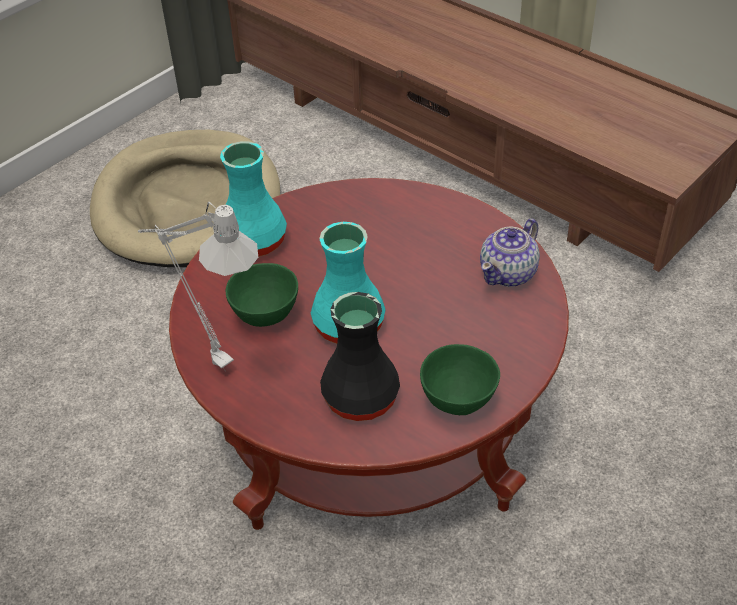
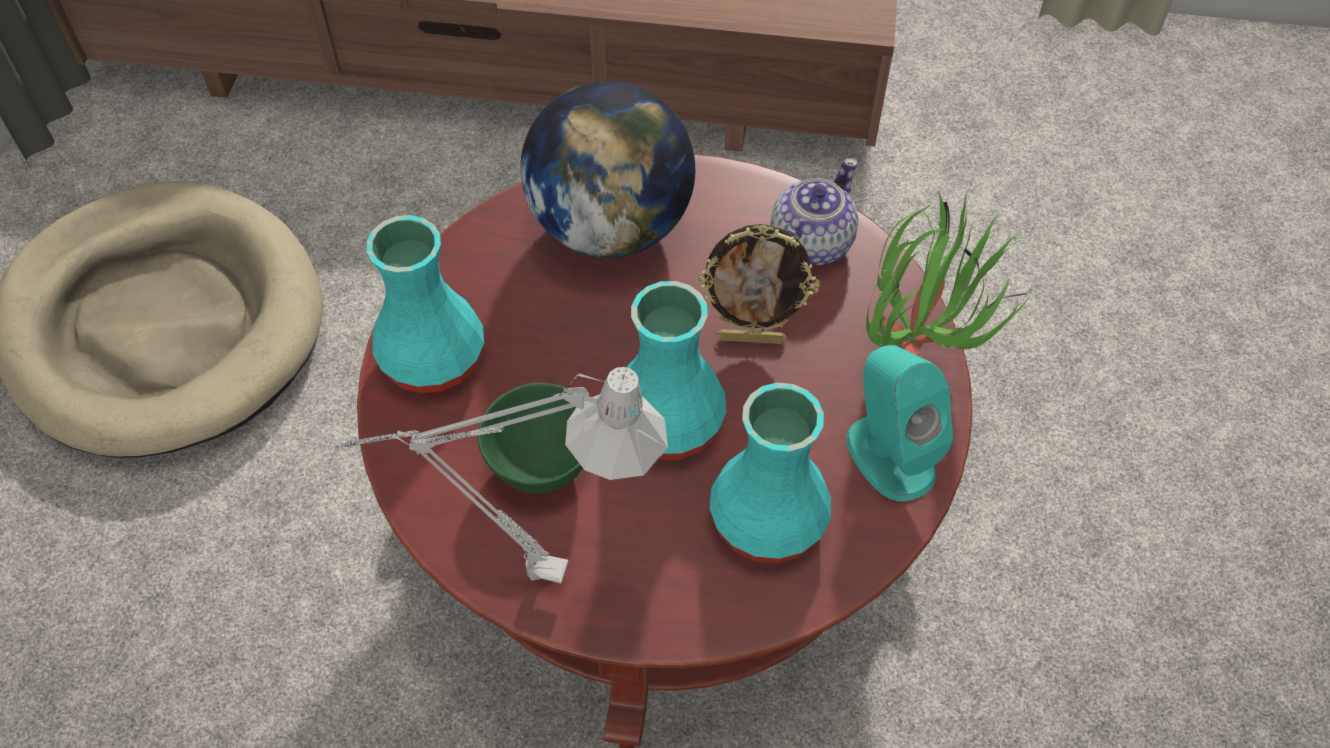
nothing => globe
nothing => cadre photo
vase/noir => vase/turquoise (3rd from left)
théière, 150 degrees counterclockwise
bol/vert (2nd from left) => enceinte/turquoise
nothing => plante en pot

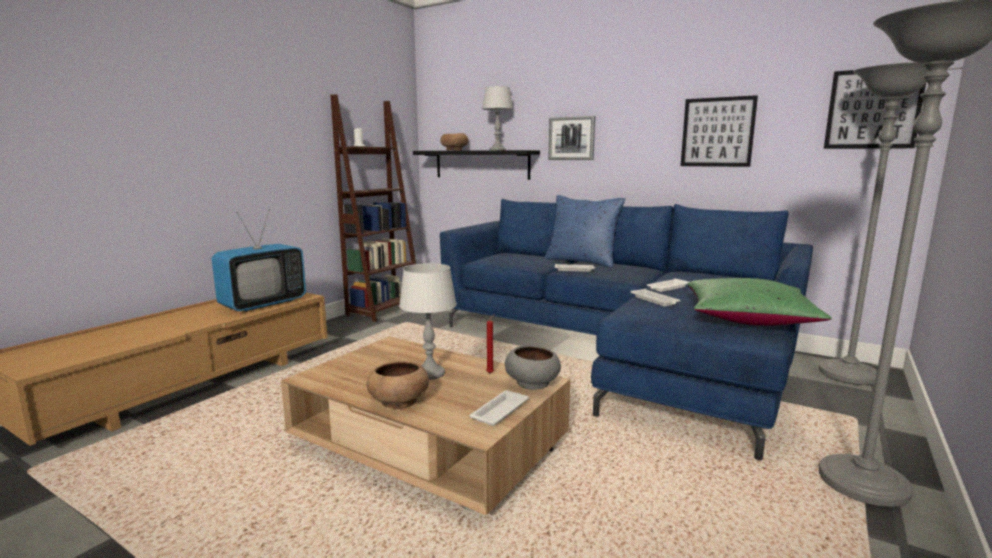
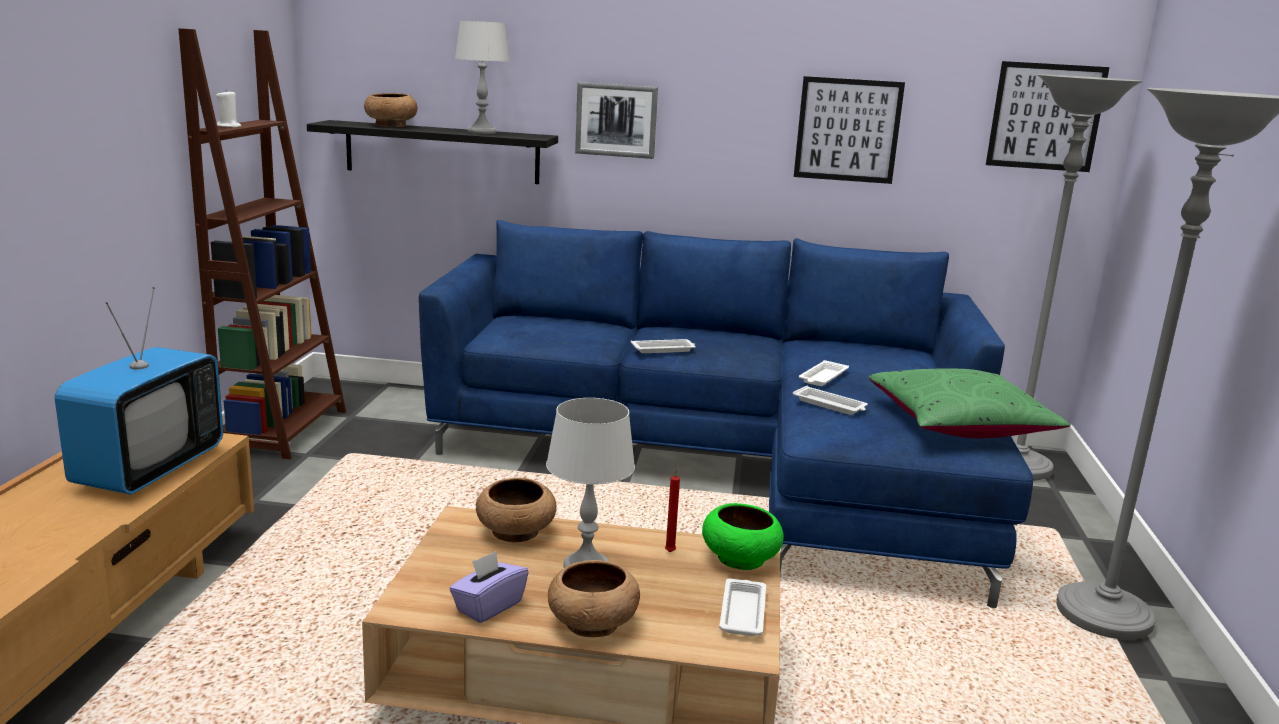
nothing => boîte à mouchoirs/violet
nothing => bol/marron (2nd from left)
bol/gris => bol/vert
coussin/bleu => nothing

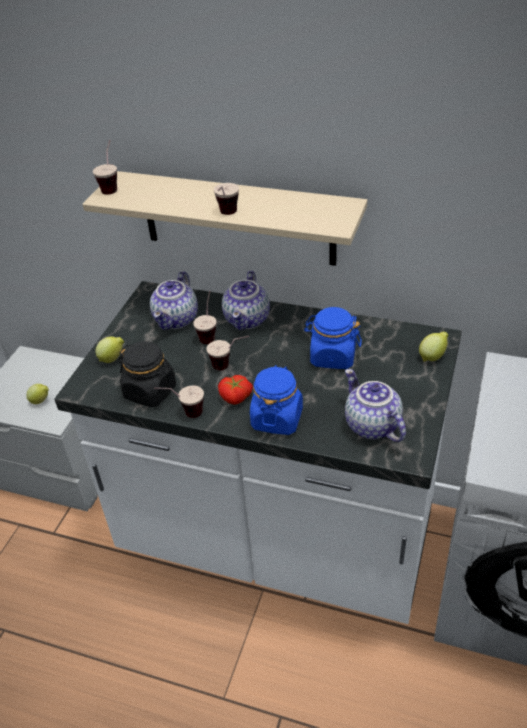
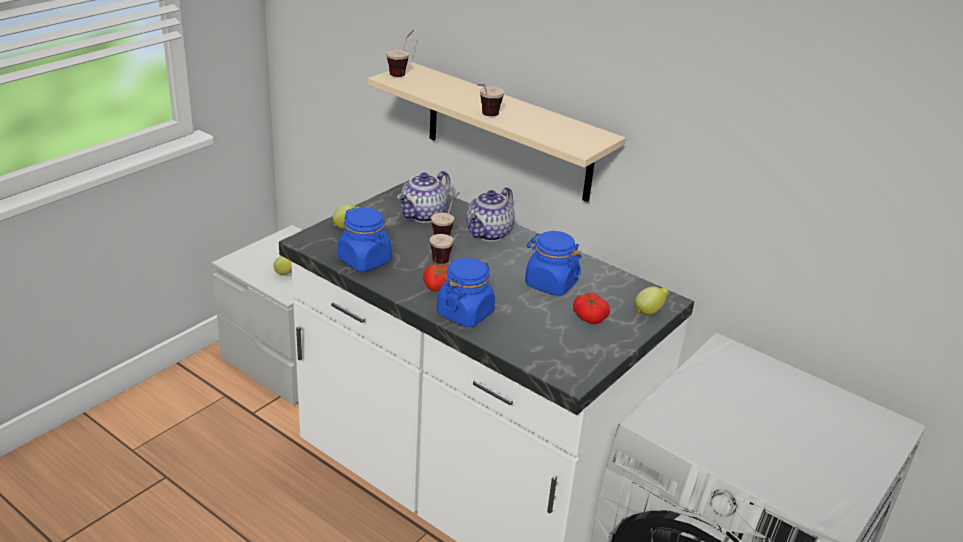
bocal/noir => bocal/bleu (1st from left)
nothing => tomate (2nd from left)
tasse (2nd from left) => nothing
théière (3rd from left) => nothing

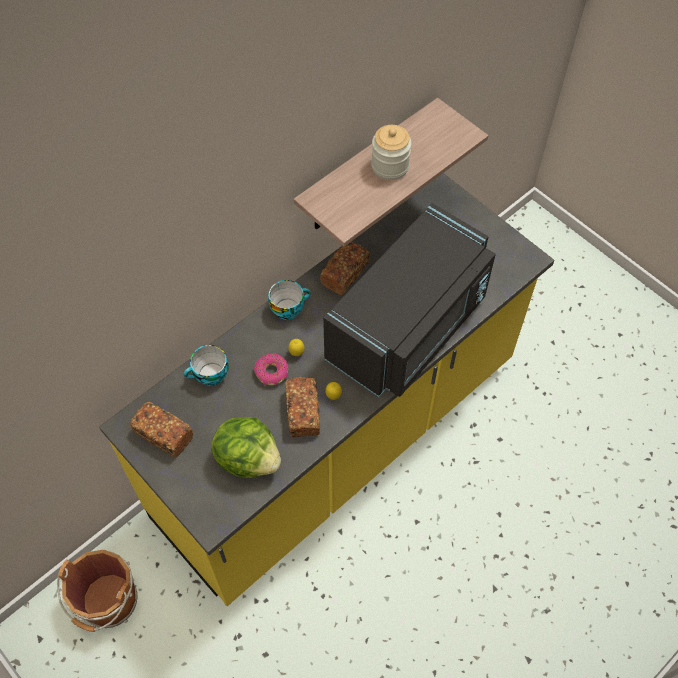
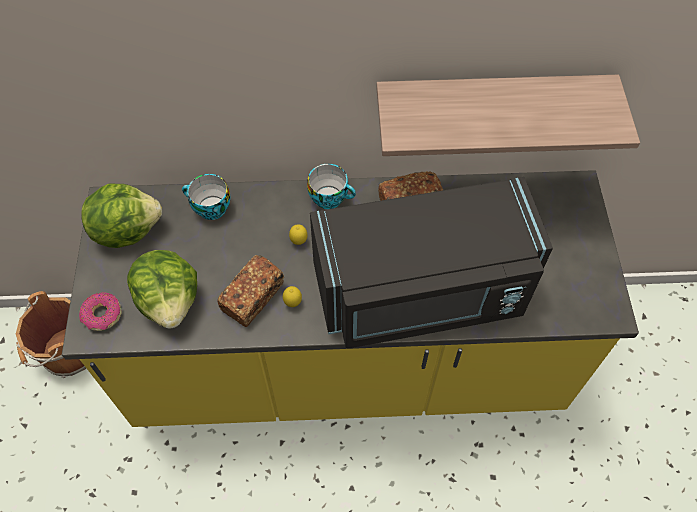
beignet, move
pain (1st from left) => laitue (1st from left)
bocal => nothing

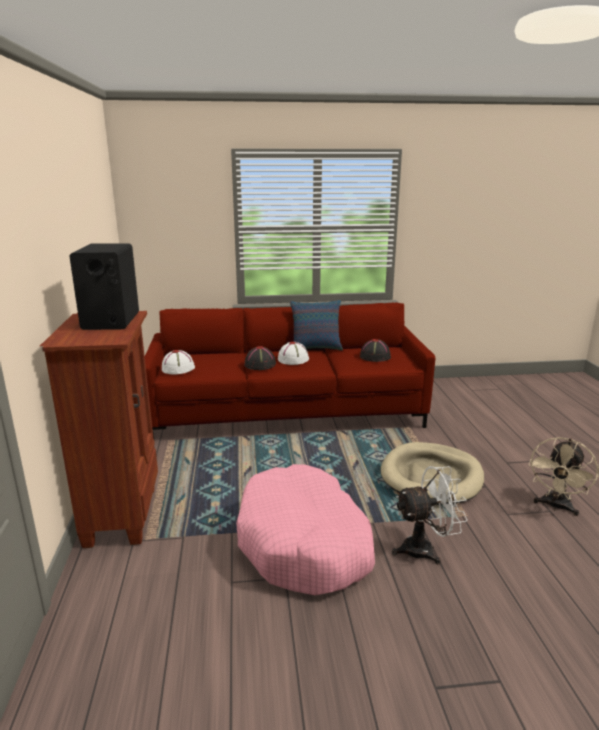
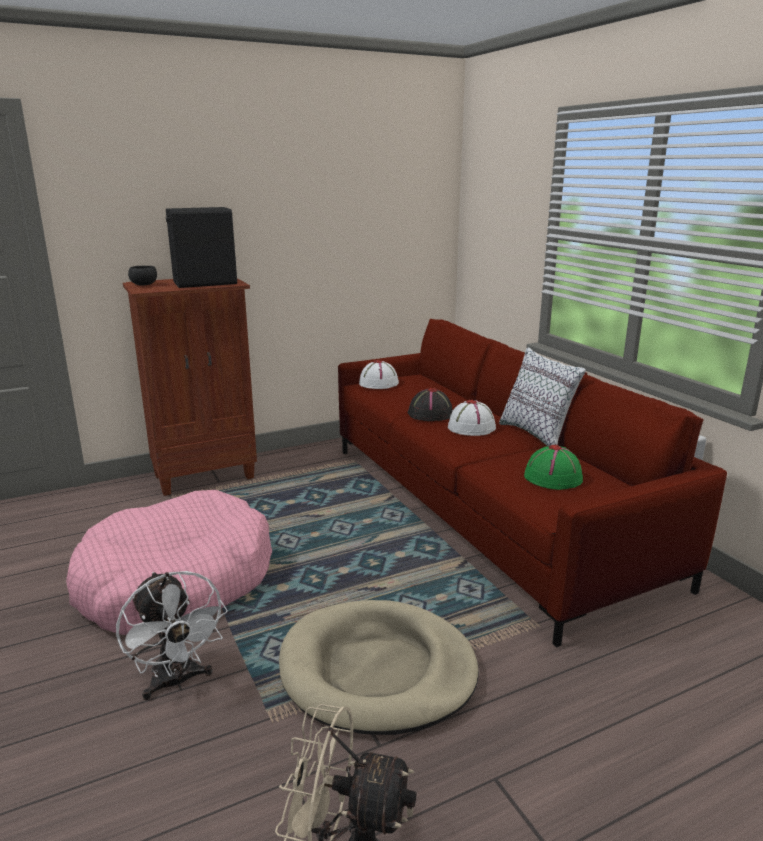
nothing => bol/noir
coussin/bleu => coussin/blanc
chapeau/noir (2nd from left) => chapeau/vert

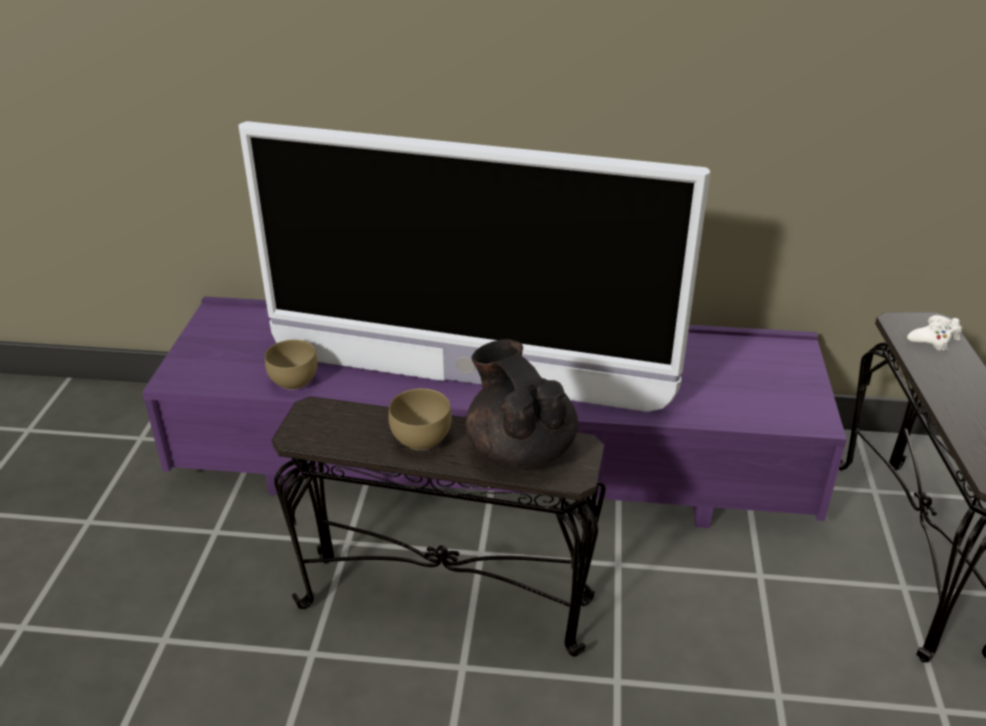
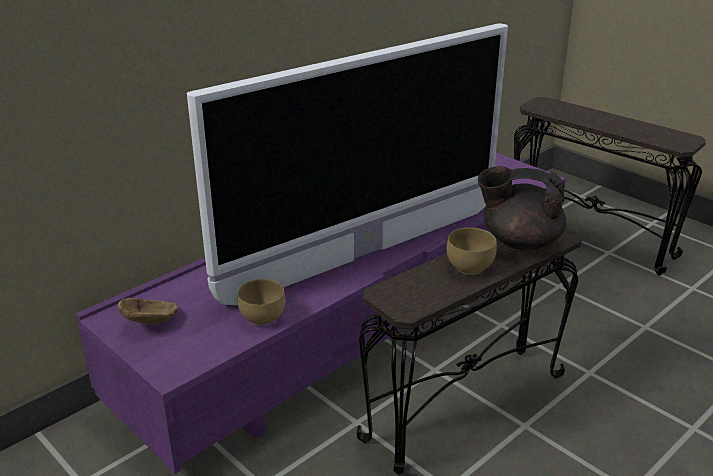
nothing => bol/marron (1st from left)
manette/blanc => nothing

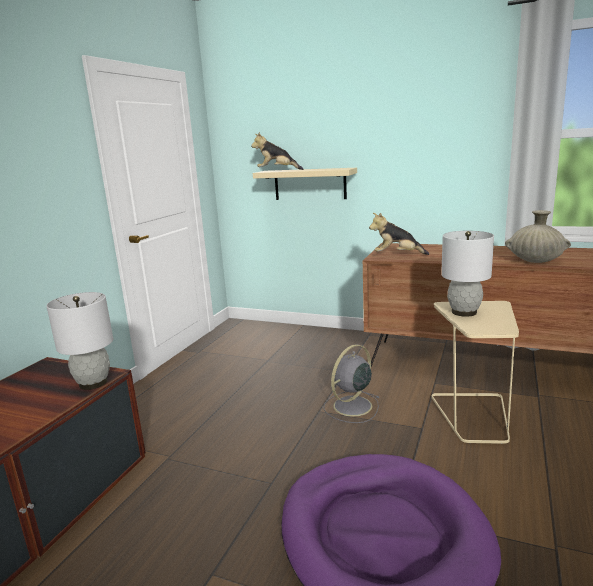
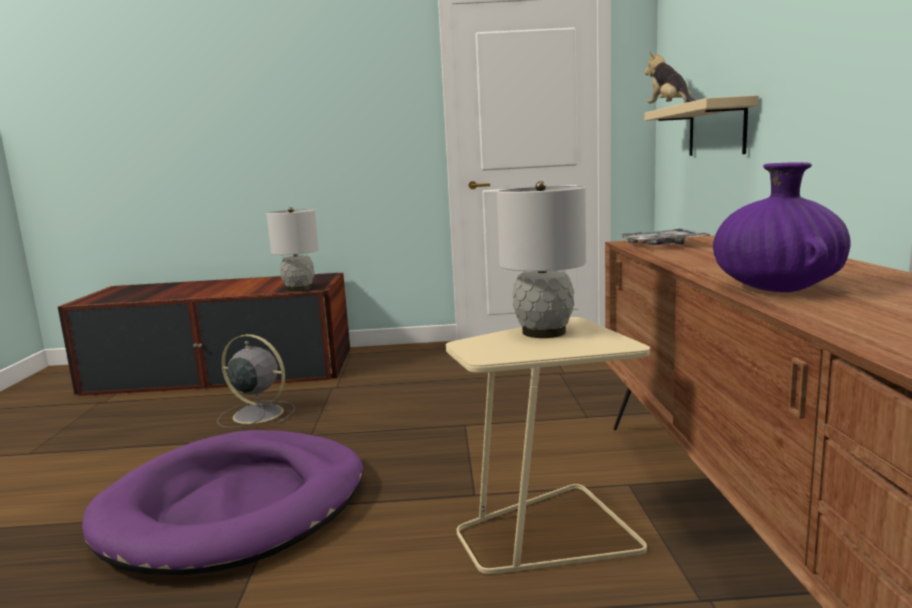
ventilateur/gris, move
peluche (2nd from left) => plateau
vase/beige => vase/violet

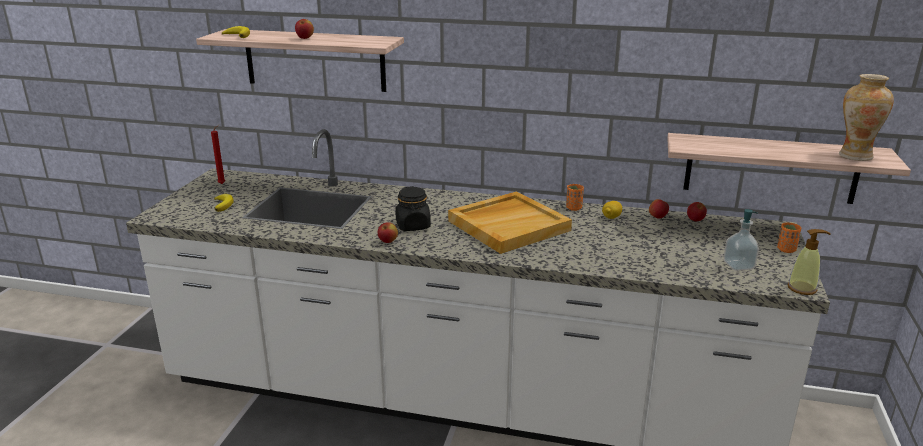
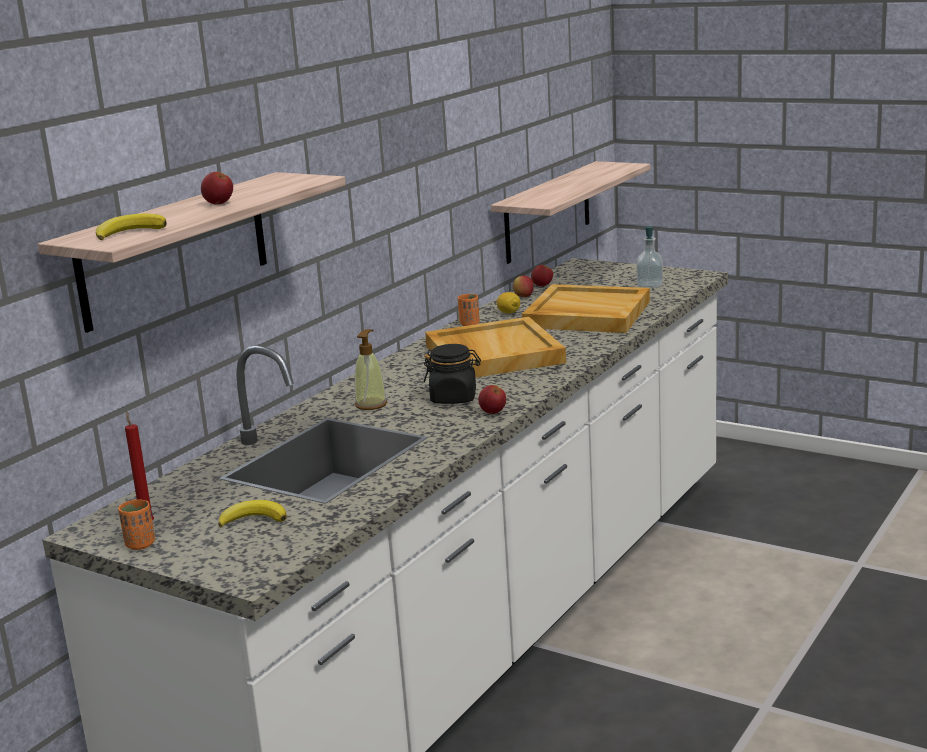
tasse/orange (2nd from left in the first image) => tasse/orange (1st from left), move
distributeur de savon (2nd from left in the first image) => distributeur de savon (1st from left), move
nothing => plateau/beige (2nd from left)
vase => nothing

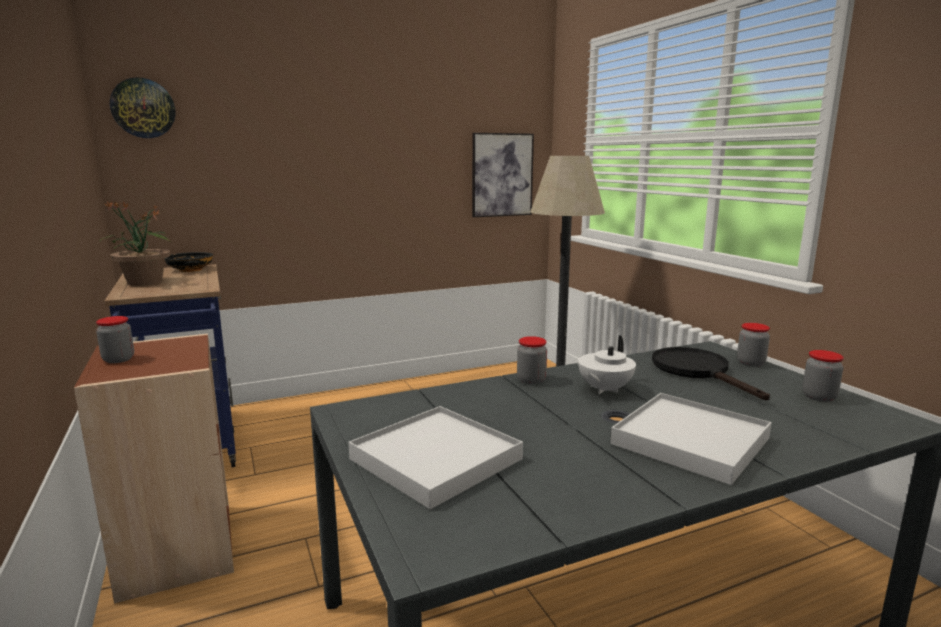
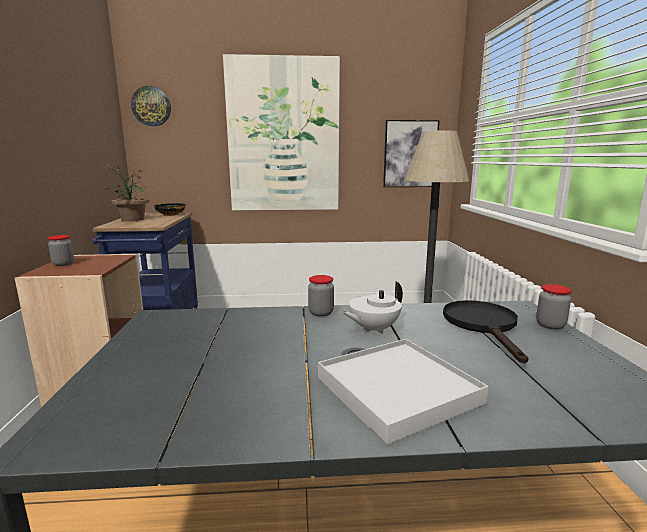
nothing => tableau (1st from left)
plateau/blanc (1st from left) => nothing
bocal (4th from left) => nothing

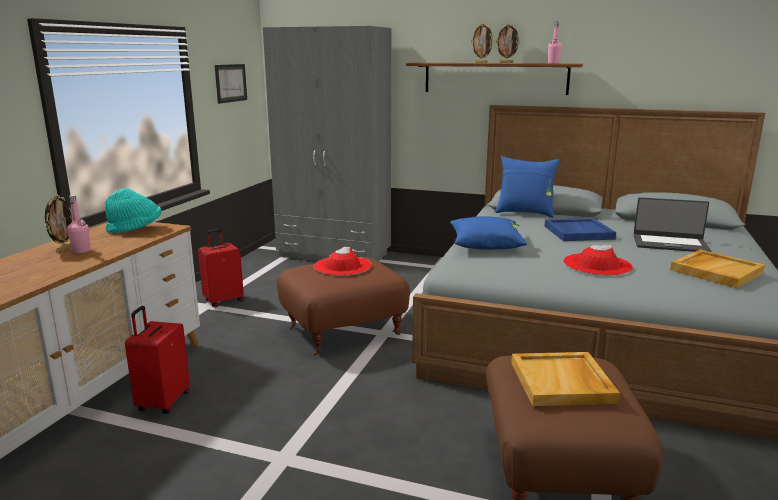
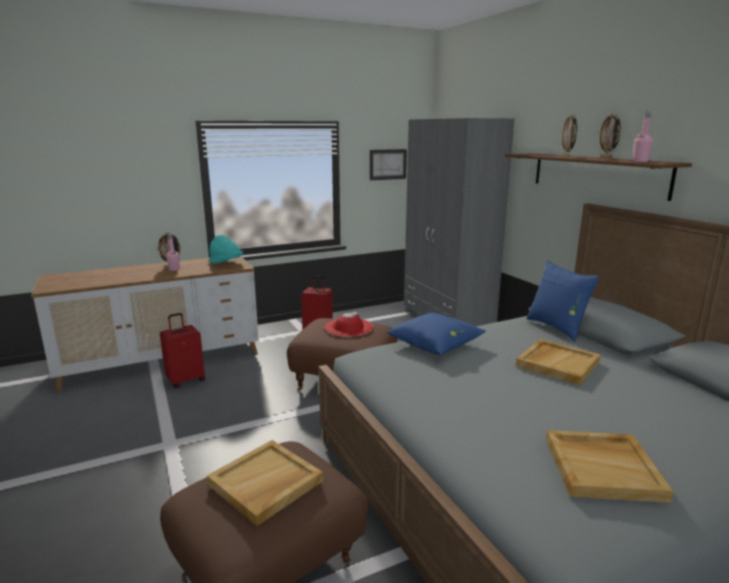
plateau/bleu => plateau/beige (2nd from left)
chapeau/rouge (2nd from left) => nothing
ordinateur portable => nothing

